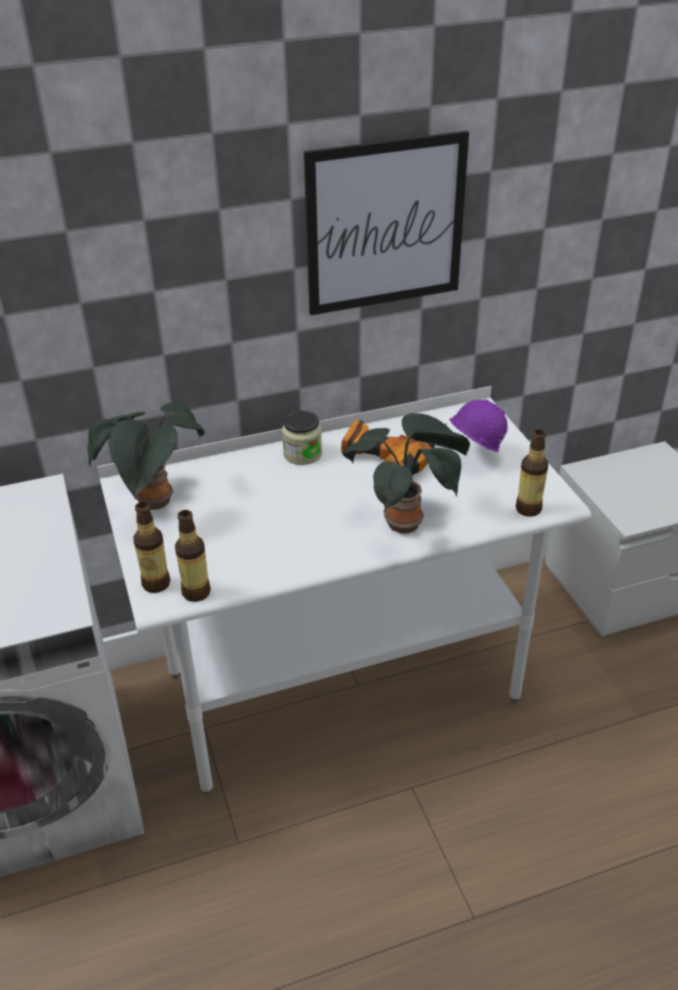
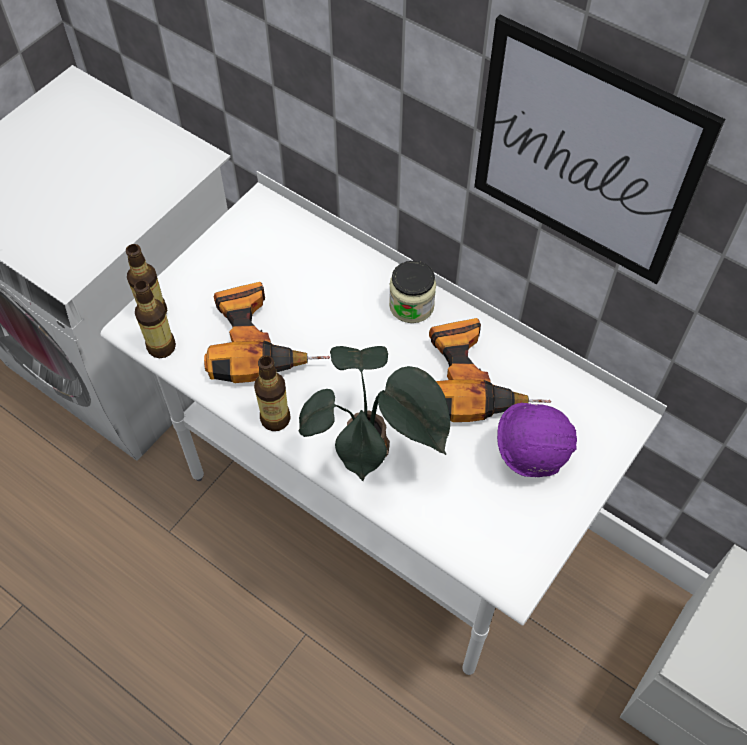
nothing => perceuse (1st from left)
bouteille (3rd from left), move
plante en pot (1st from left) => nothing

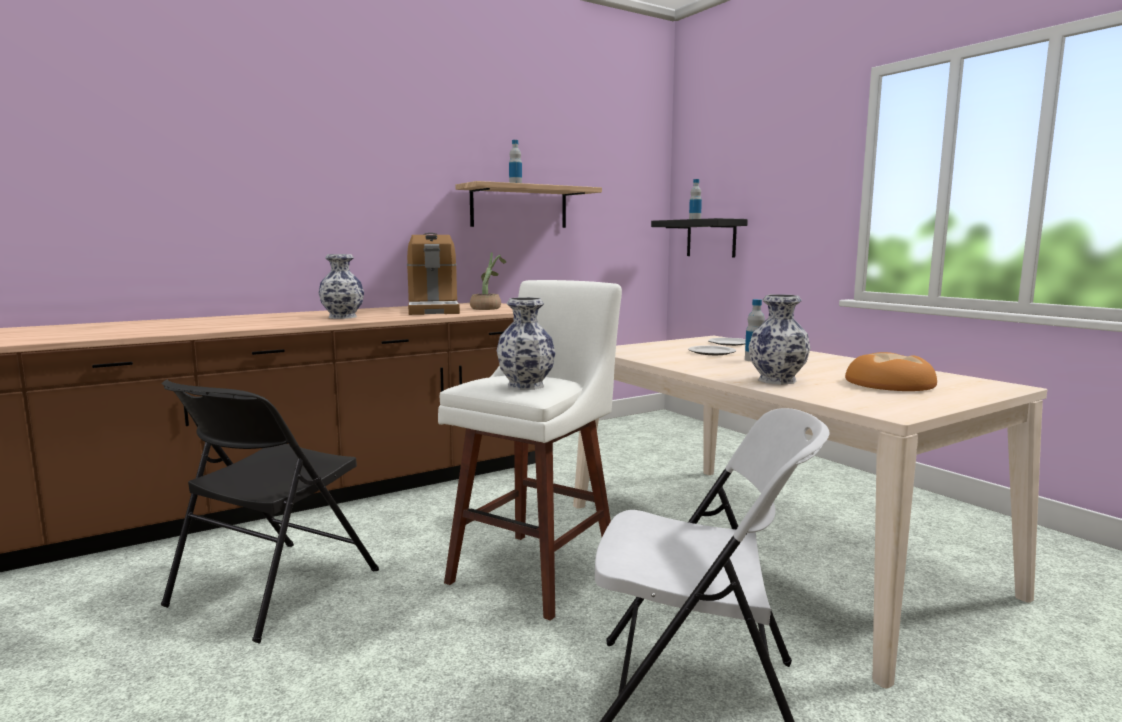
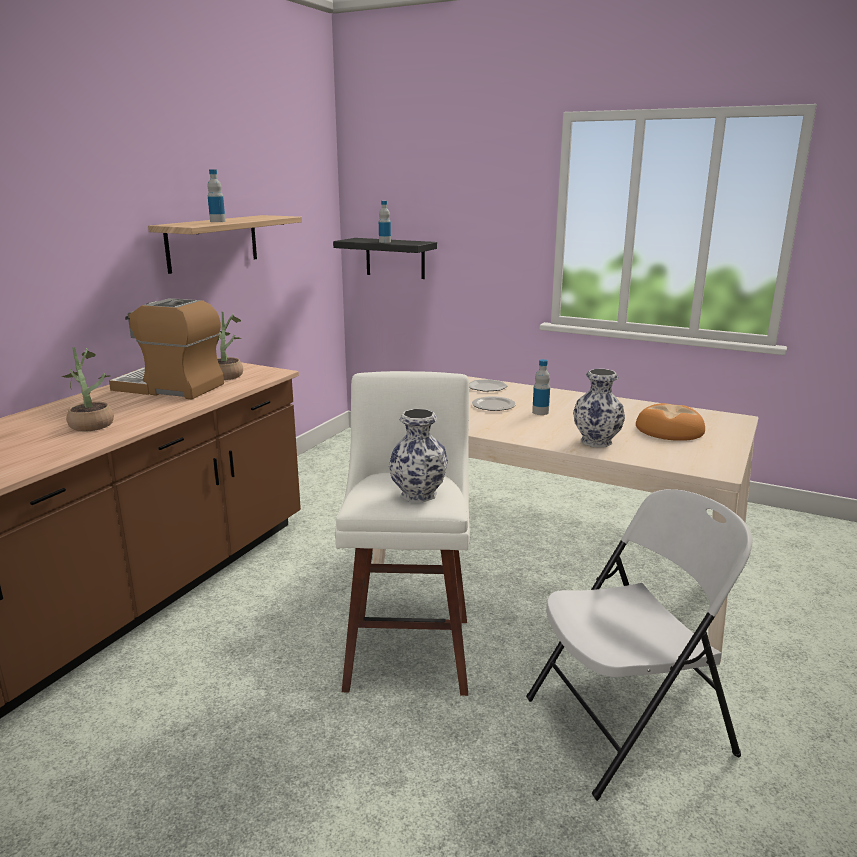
vase (1st from left) => plante en pot (1st from left)
machine à café, 150 degrees clockwise
chaise/noir => nothing

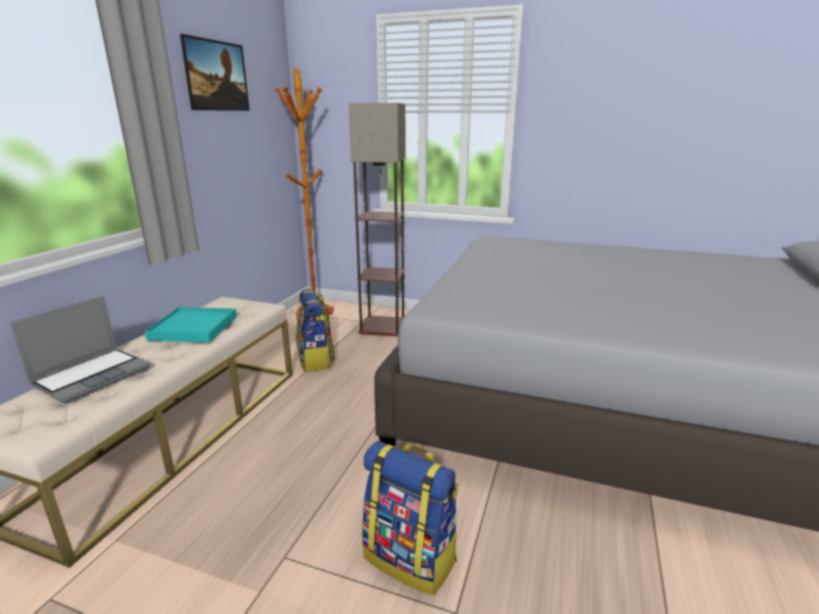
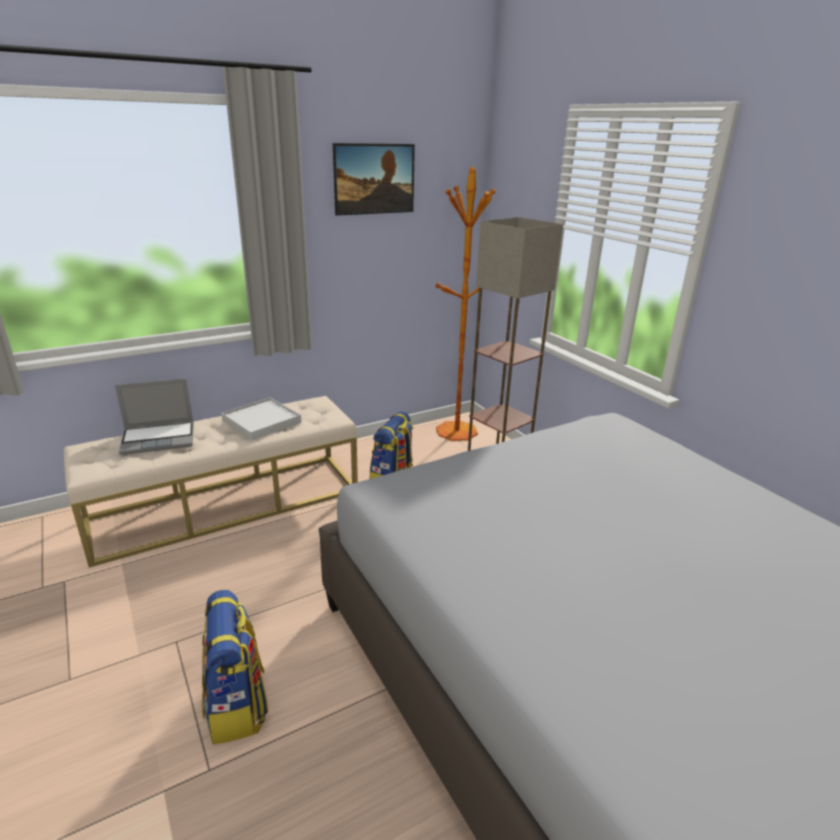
plateau/turquoise => plateau/blanc

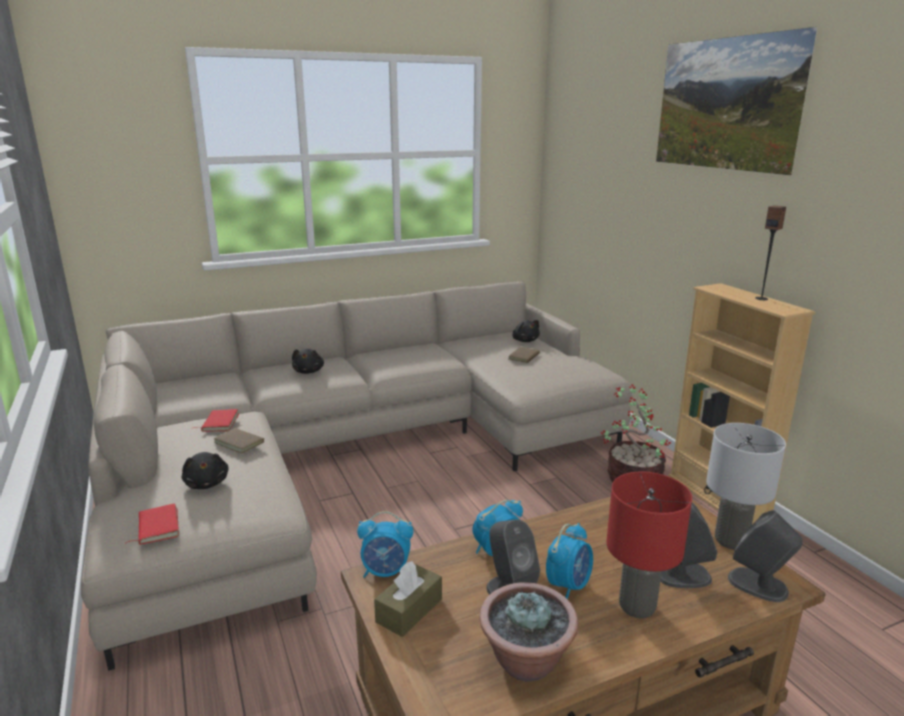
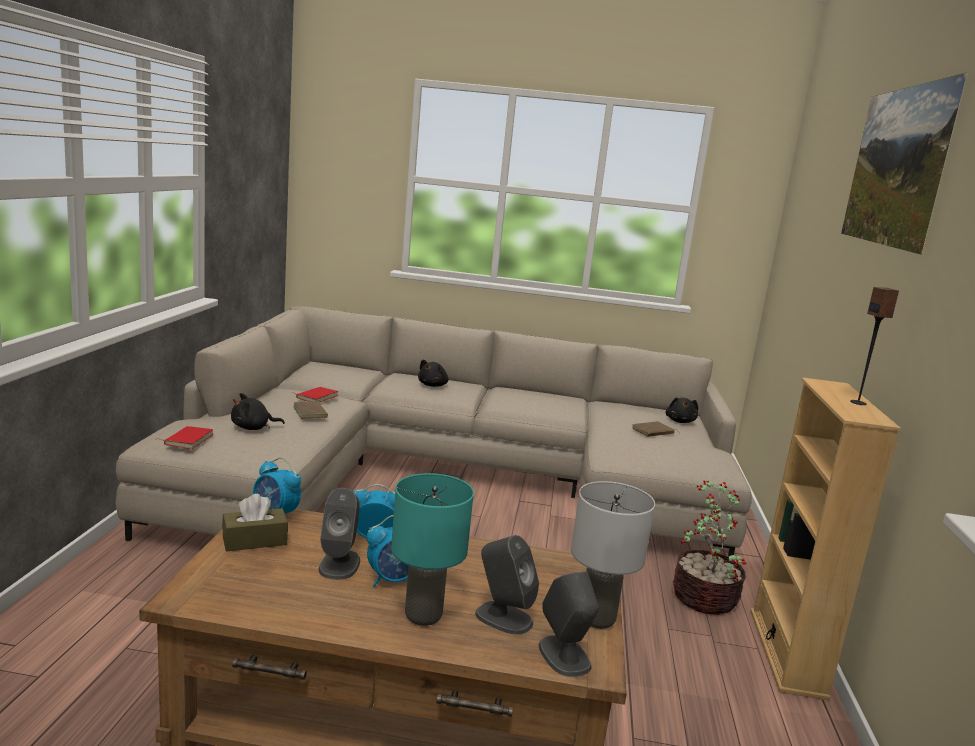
peluche/noir (1st from left), 60 degrees clockwise
lampe de table/rouge => lampe de table/turquoise
plante en pot (1st from left) => nothing

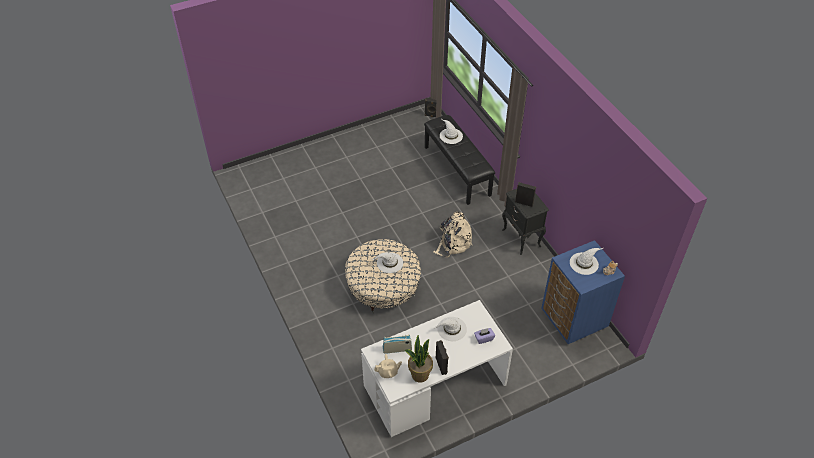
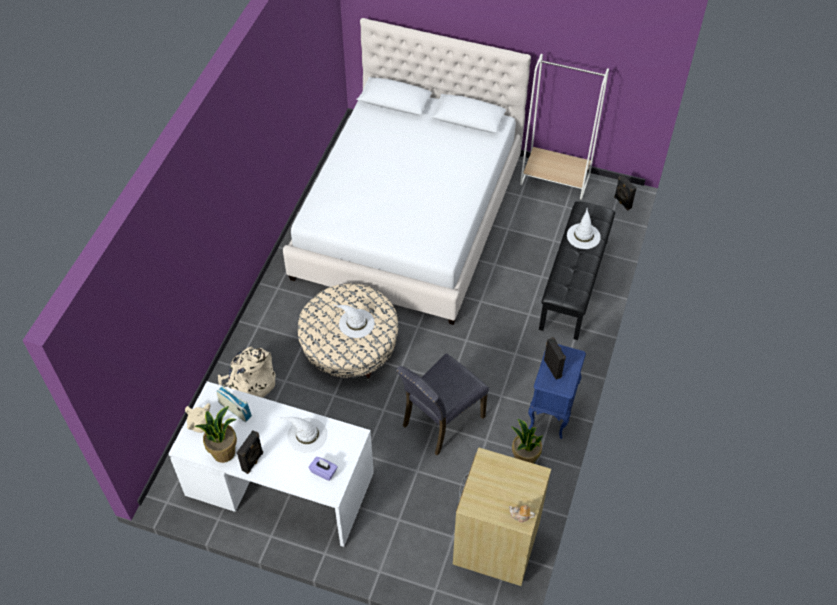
sac à dos/beige, move
nothing => lit/blanc
nothing => chaise/gris
commode/bleu => commode/marron
nothing => plante en pot (2nd from left)
nothing => portant
table de chevet/noir => table de chevet/bleu
chapeau/blanc (4th from left) => nothing

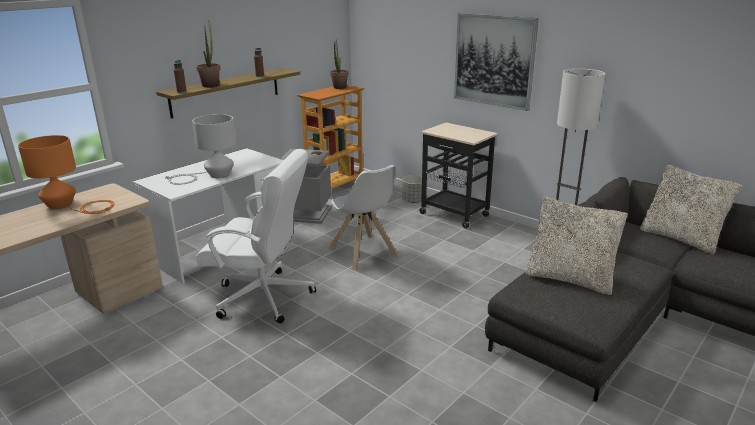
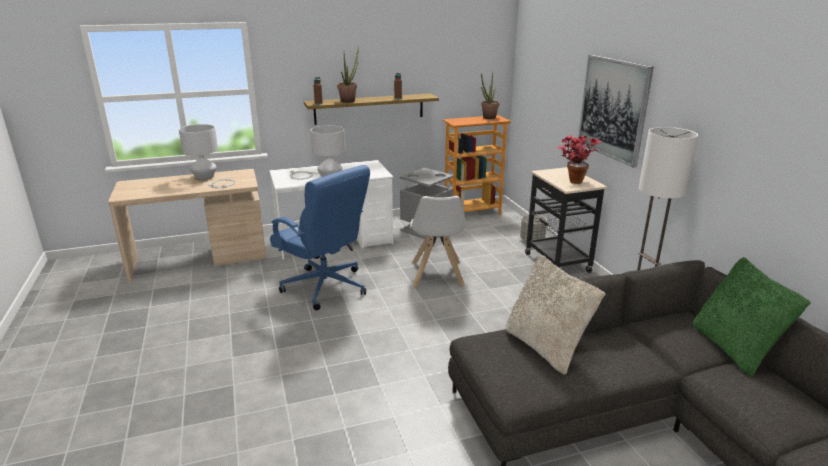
lampe de table/orange => lampe de table/gris (1st from left)
chaise de bureau/blanc => chaise de bureau/bleu
nothing => plante en pot (3rd from left)
coussin/beige (2nd from left) => coussin/vert

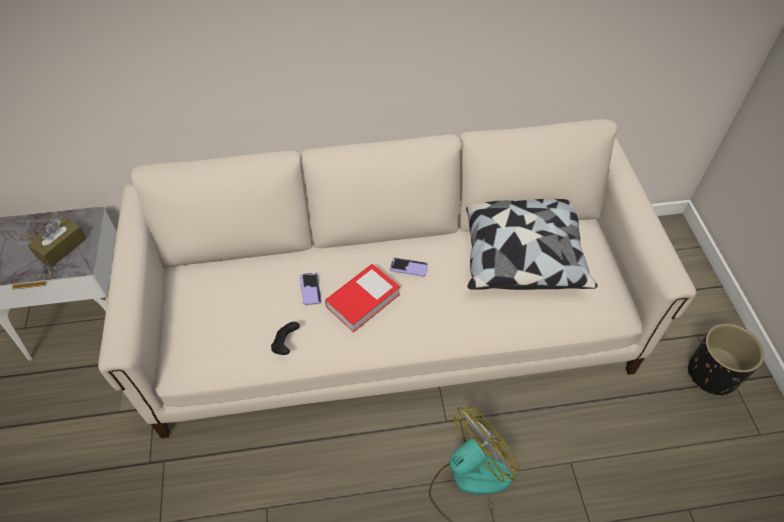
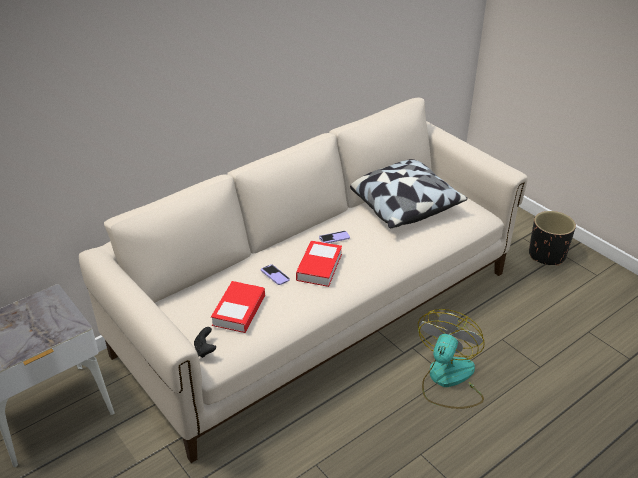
manette/noir, move
nothing => livre (1st from left)
boîte à mouchoirs/marron => nothing

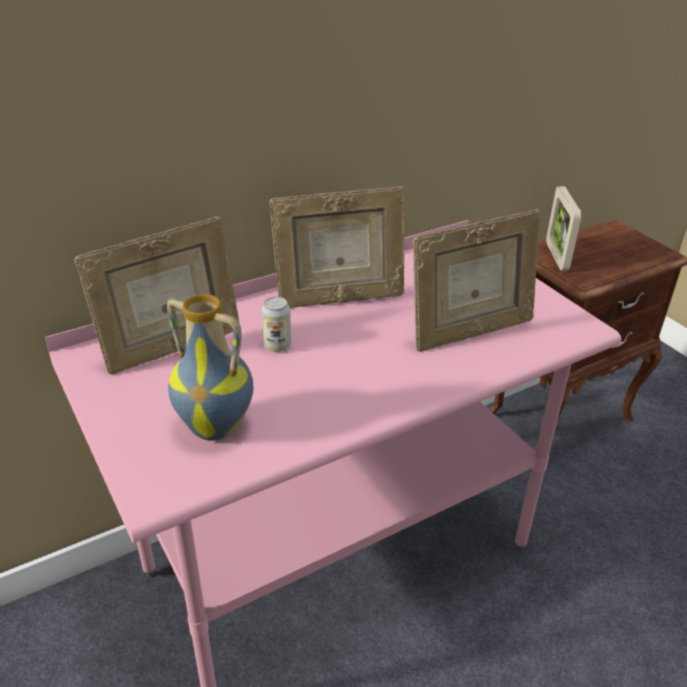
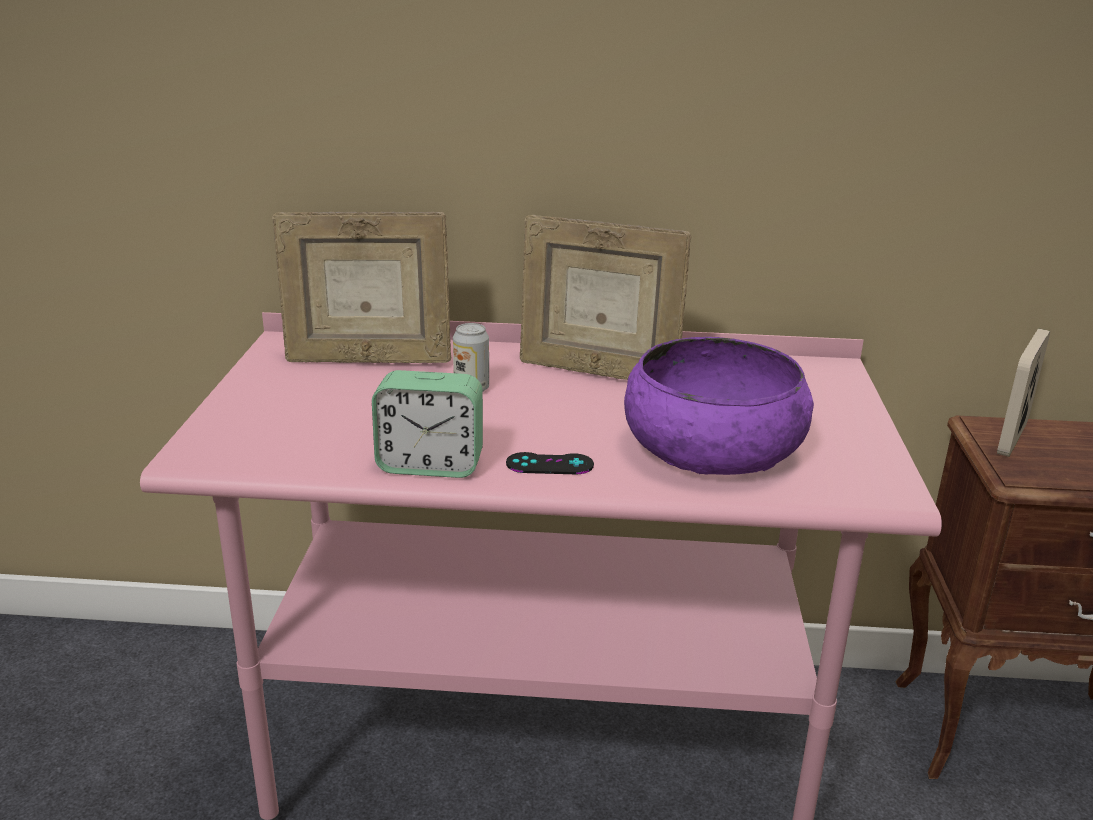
nothing => réveil
nothing => manette/noir
cadre photo (3rd from left) => bol/violet
vase => nothing

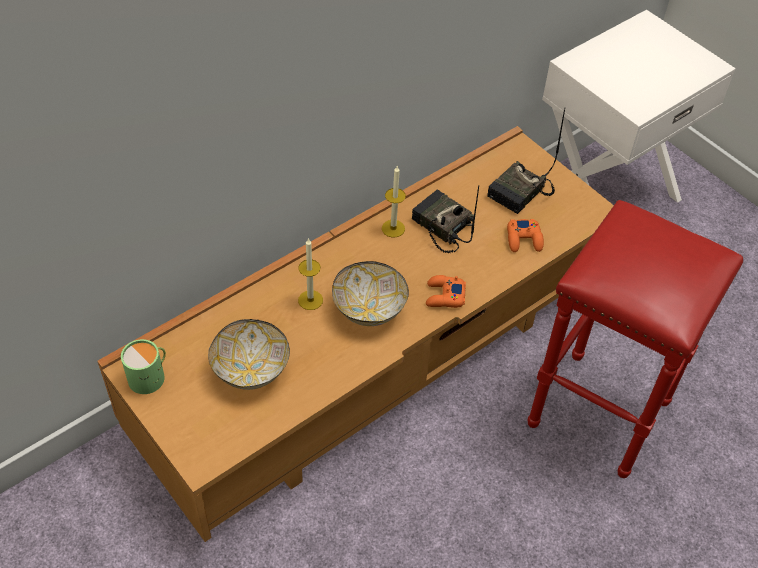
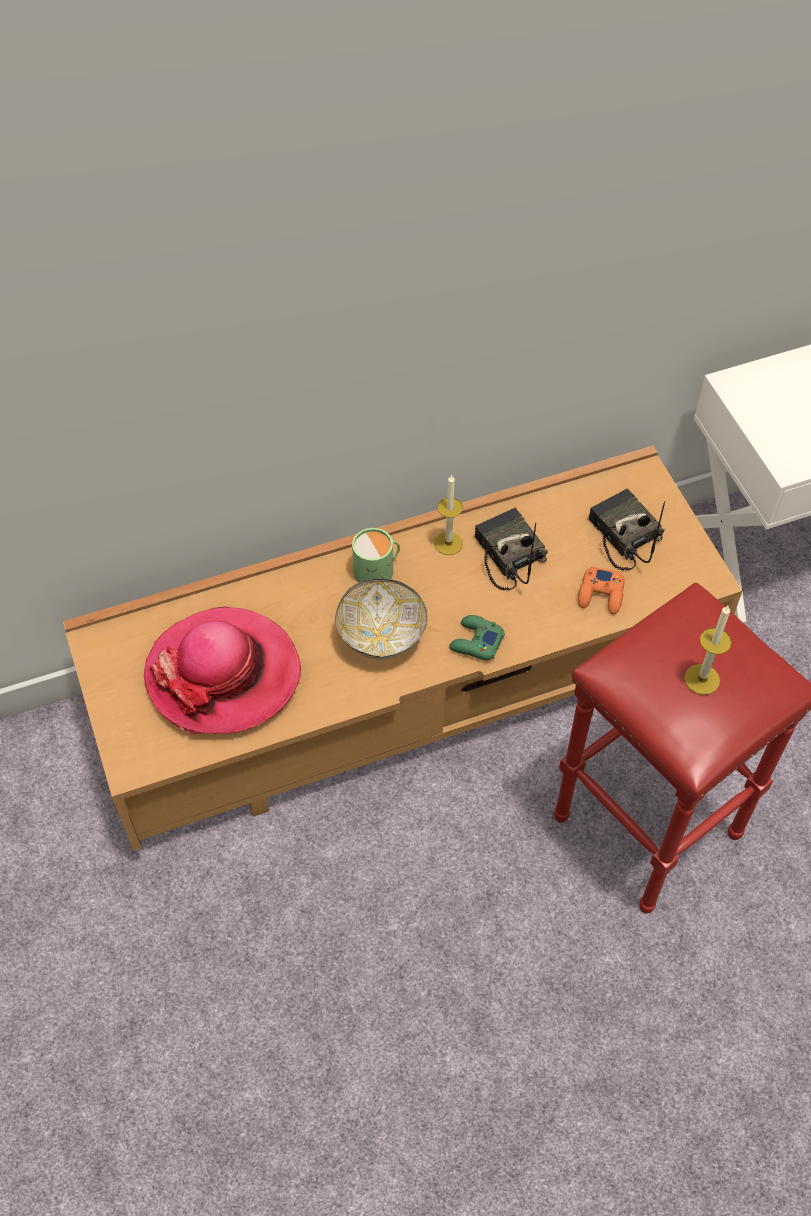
bol (1st from left) => chapeau
mug/vert, move
manette/orange (1st from left) => manette/vert
radio (2nd from left), 90 degrees clockwise
bougie (1st from left in the first image) => bougie (2nd from left), move

